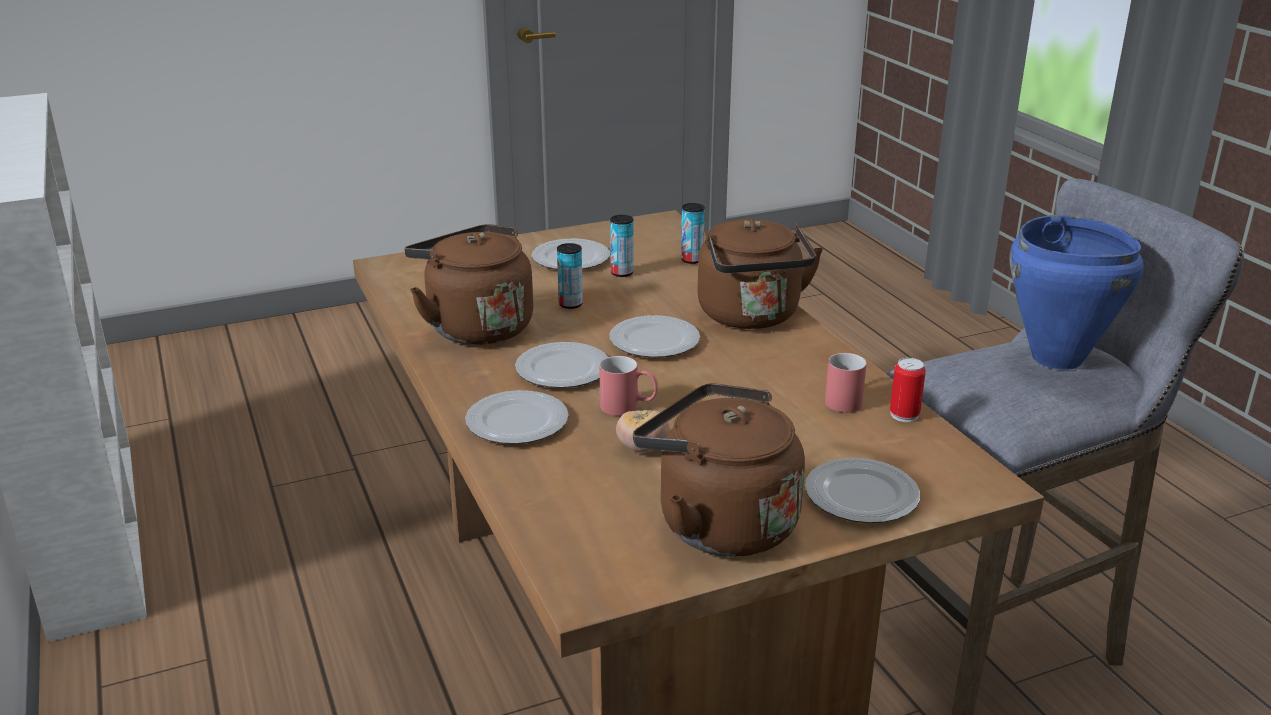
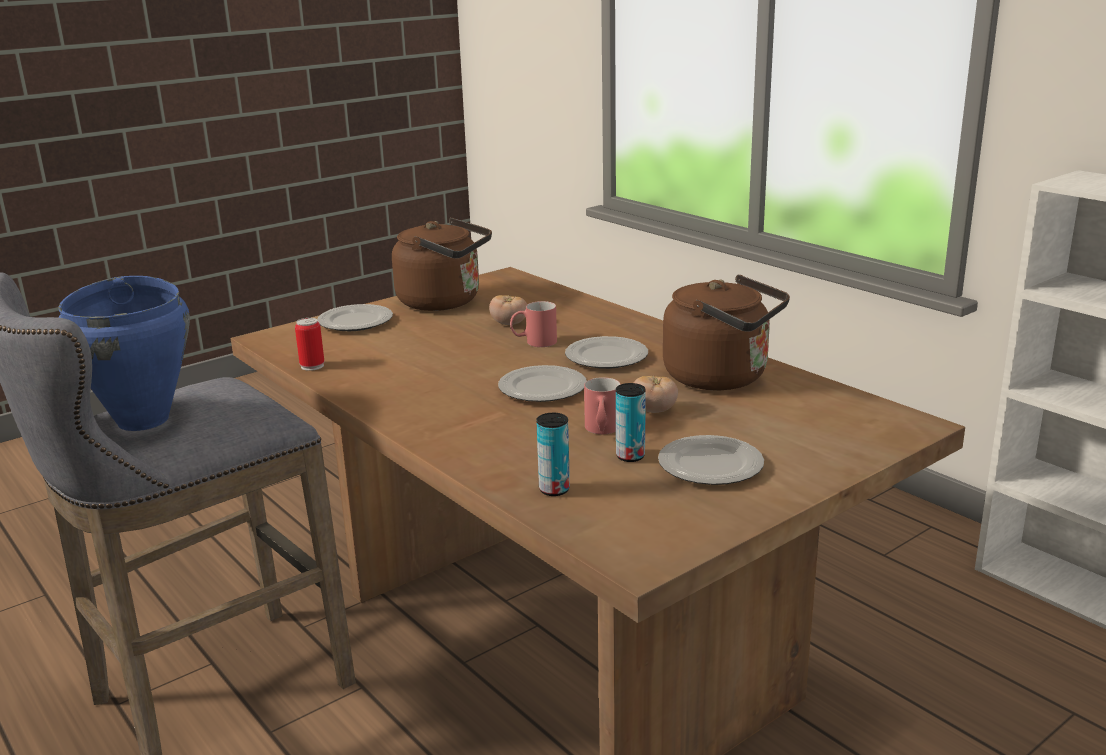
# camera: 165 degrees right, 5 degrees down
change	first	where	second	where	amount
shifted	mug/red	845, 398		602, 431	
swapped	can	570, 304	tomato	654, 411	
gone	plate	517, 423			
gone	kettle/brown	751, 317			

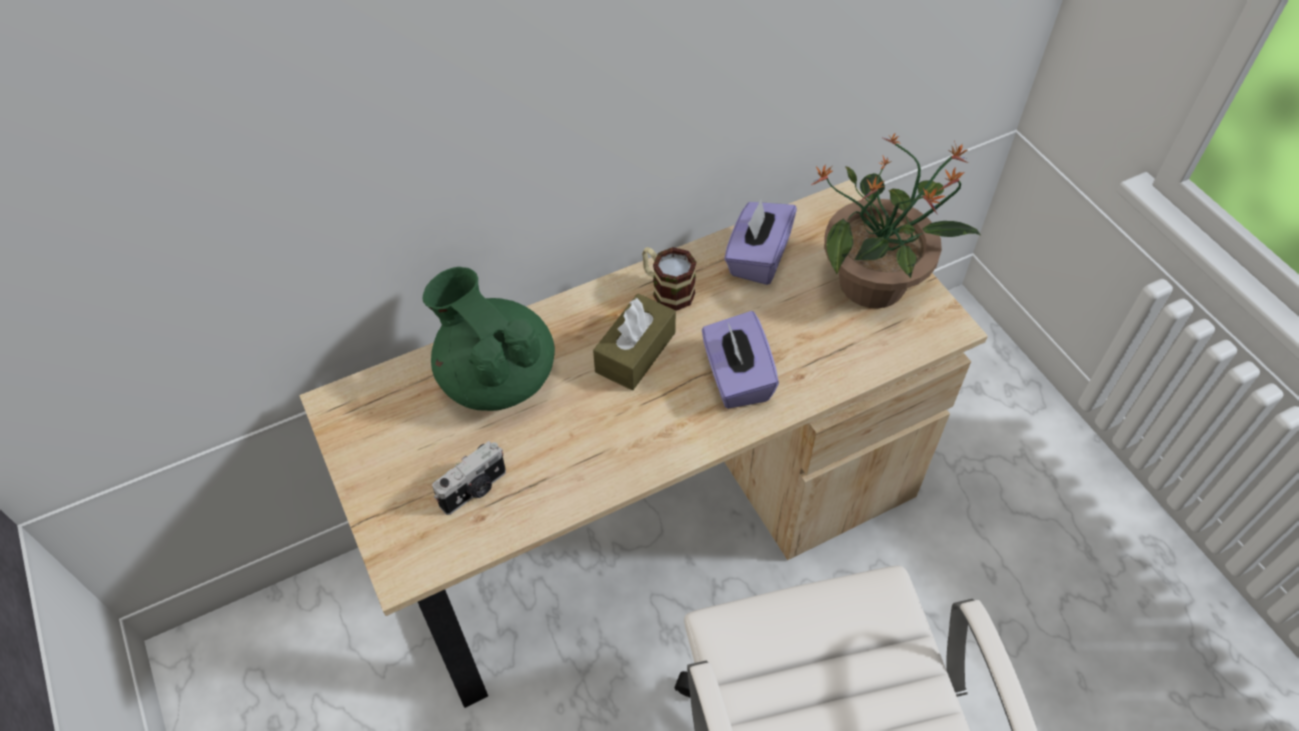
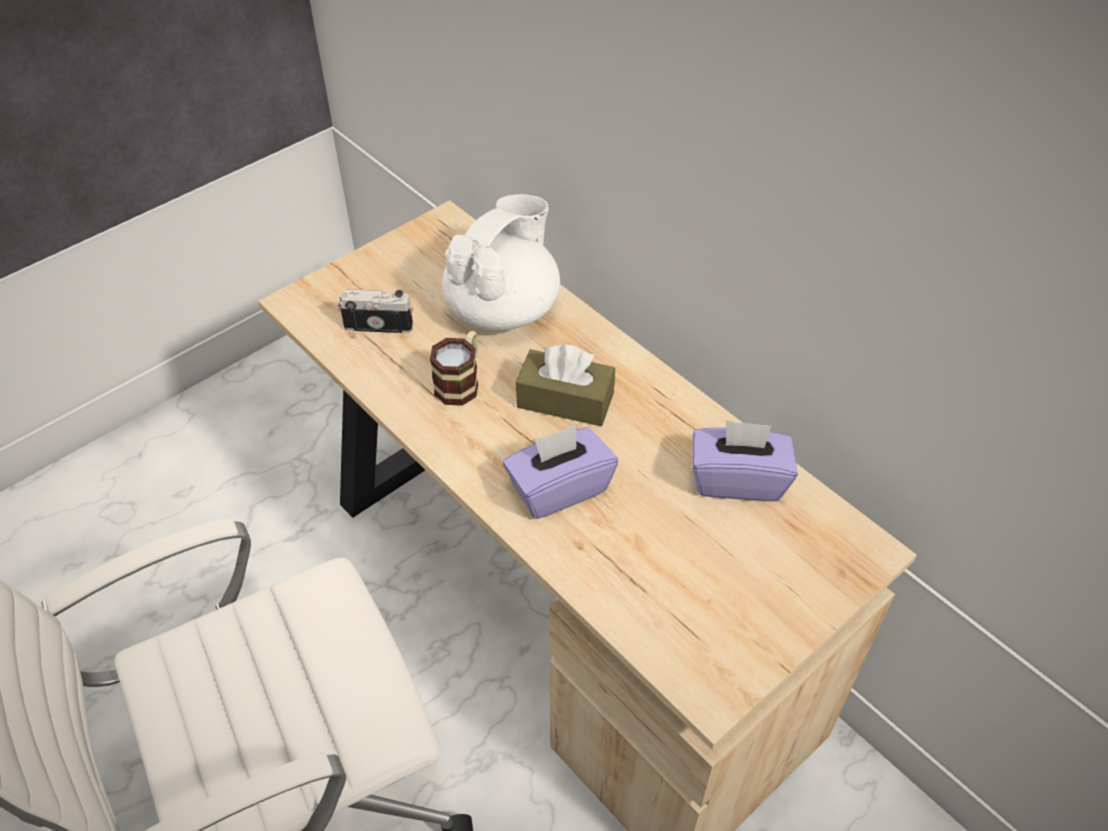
# camera: 75 degrees right, 5 degrees down
change	first	where	second	where	amount
rotated	photo camera	475, 490		379, 324	150 degrees clockwise
shifted	mug	666, 289		461, 382	
repainted	teapot/green	496, 376	teapot/white	504, 308	
gone	potted plant	875, 283			

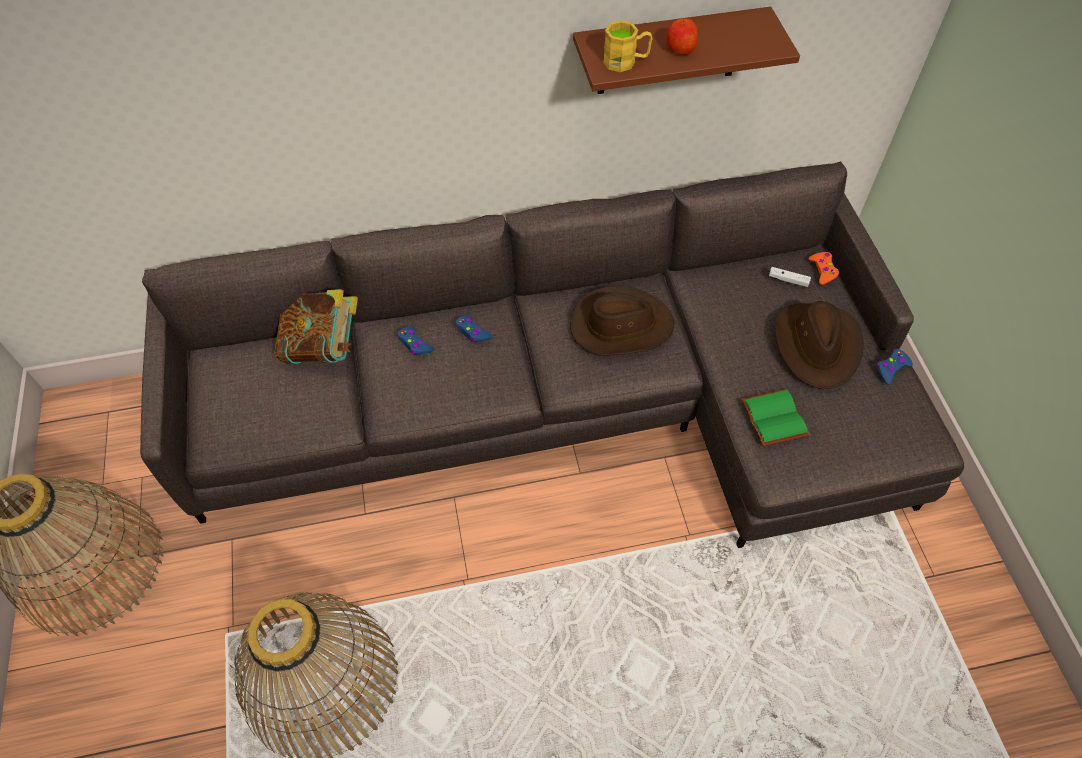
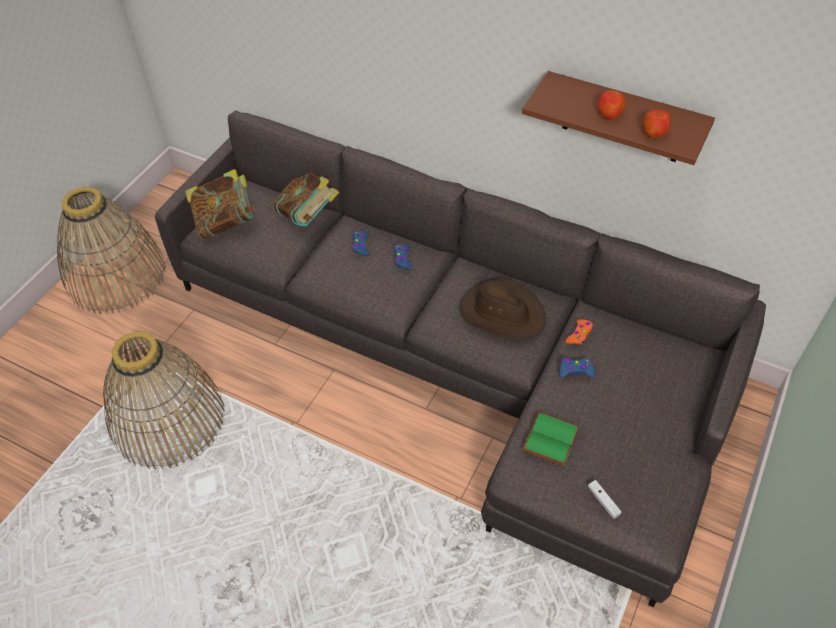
# camera: 40 degrees right, 5 degrees down
change	first	where	second	where	amount
new			book	226, 222	
shifted	game controller/blue	891, 368		575, 370	
shifted	game controller/orange	823, 270		579, 335	
shifted	game controller/white	788, 280		603, 501	
new			apple	653, 133	
gone	mug/yellow	626, 61			
gone	hat/brown	816, 345			

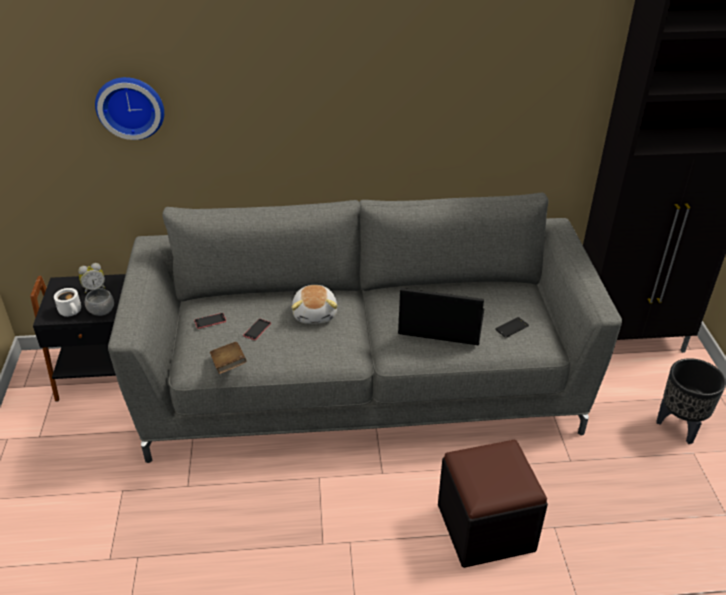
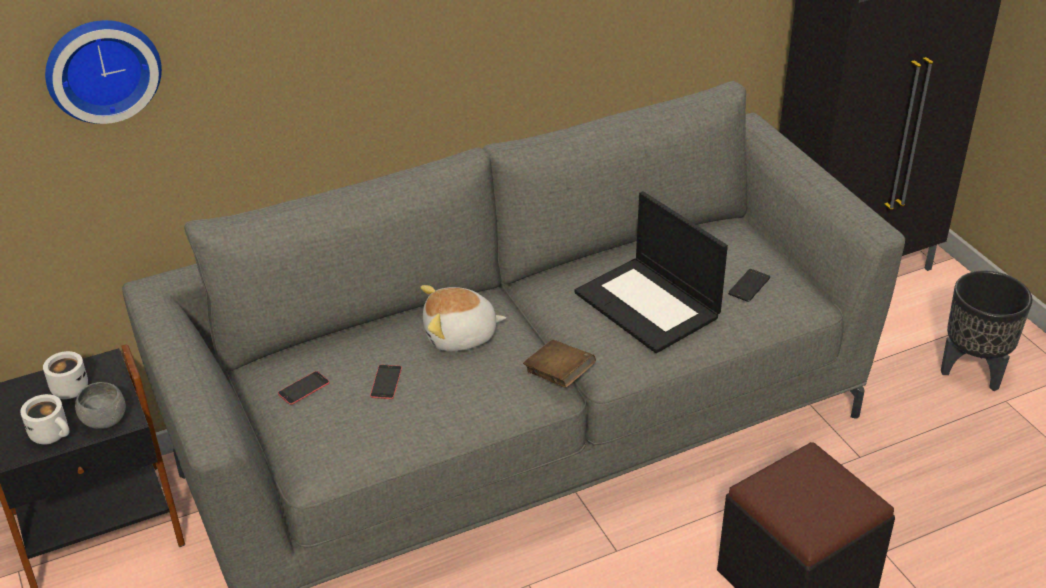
# camera: 20 degrees left, 0 degrees up
change	first	where	second	where	amount
swapped	alarm clock	94, 288	mug/white	68, 387	
rotated	plush toy	315, 314		460, 336	105 degrees clockwise
shifted	book/brown	229, 365		559, 376	
rotated	laptop	440, 323		649, 305	120 degrees counterclockwise

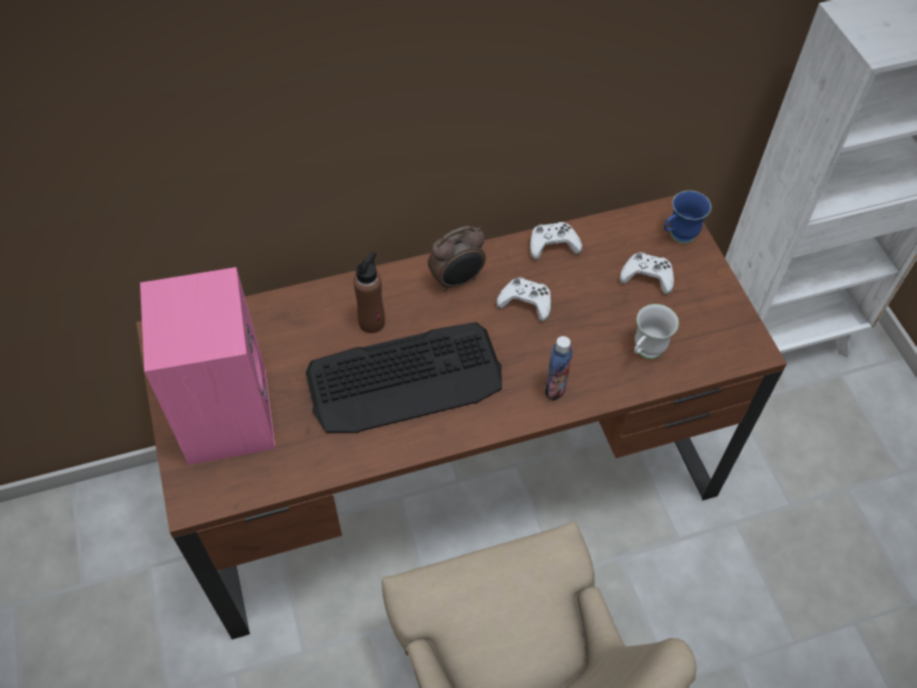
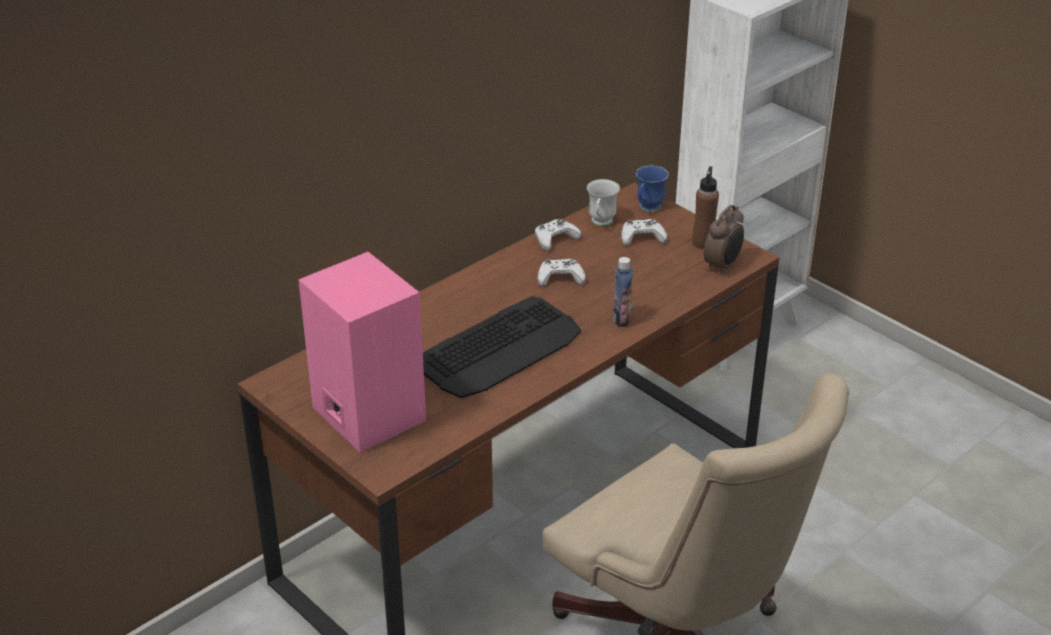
# camera: 25 degrees left, 20 degrees down
change	first	where	second	where	amount
shifted	mug/white	645, 353		600, 223	
shifted	bottle/brown	372, 322		703, 243	
shifted	alarm clock	457, 281		723, 266	

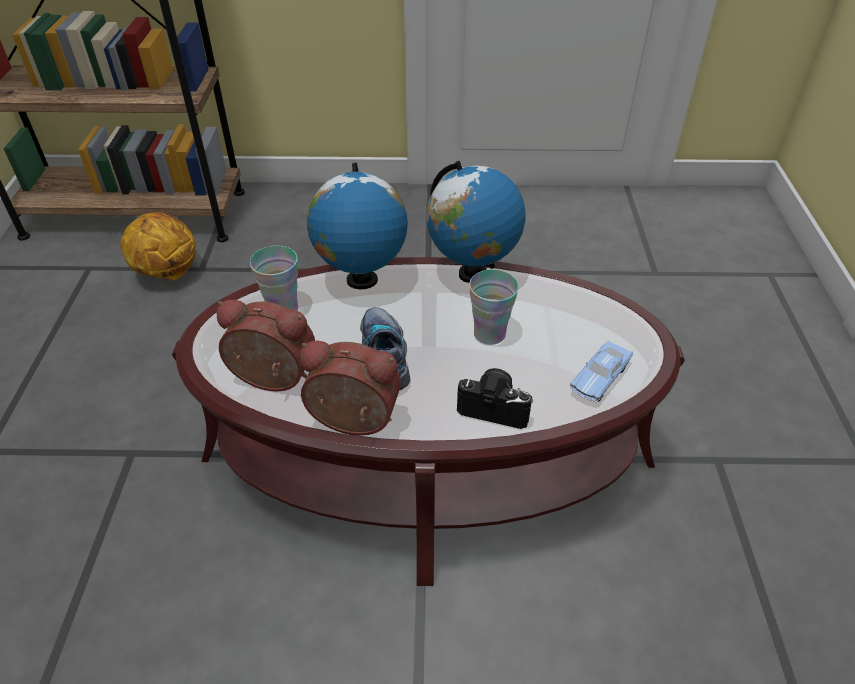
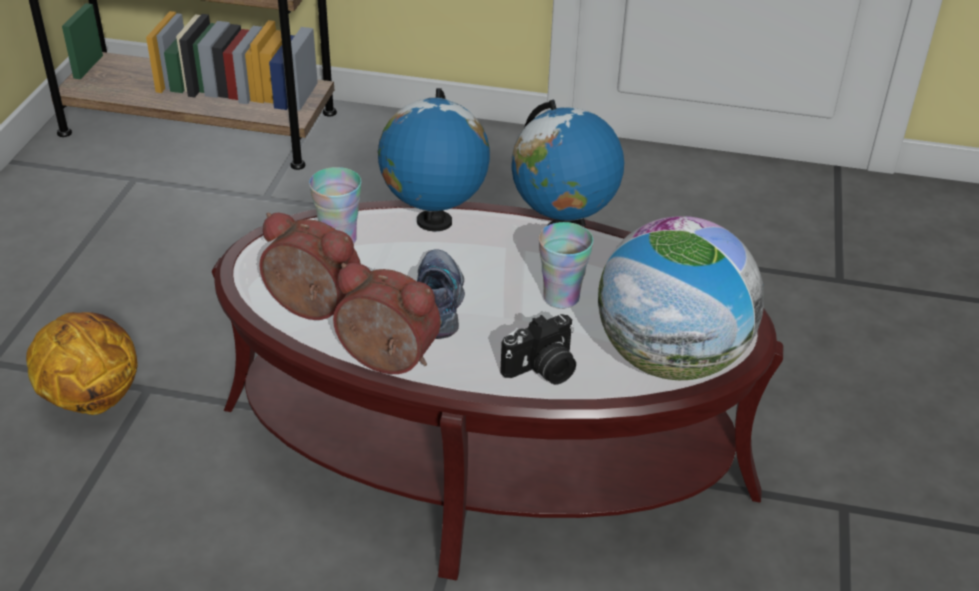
# camera: 10 degrees right, 5 degrees down
change	first	where	second	where	amount
shifted	basketball	167, 273		92, 398	
rotated	photo camera	495, 407		542, 370	120 degrees clockwise
swapped	toy car/blue	600, 378	globe	670, 358	

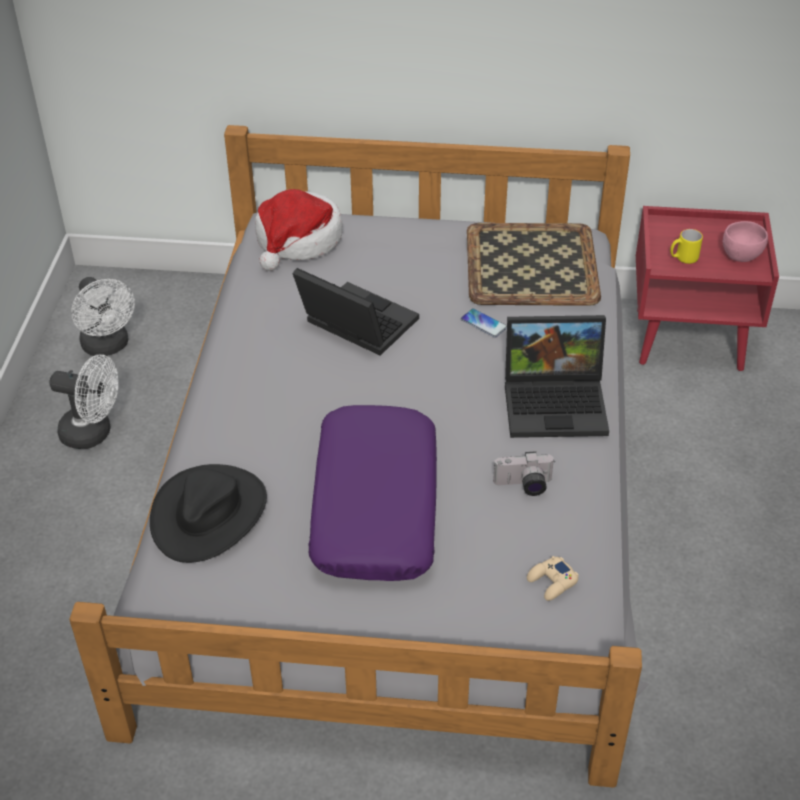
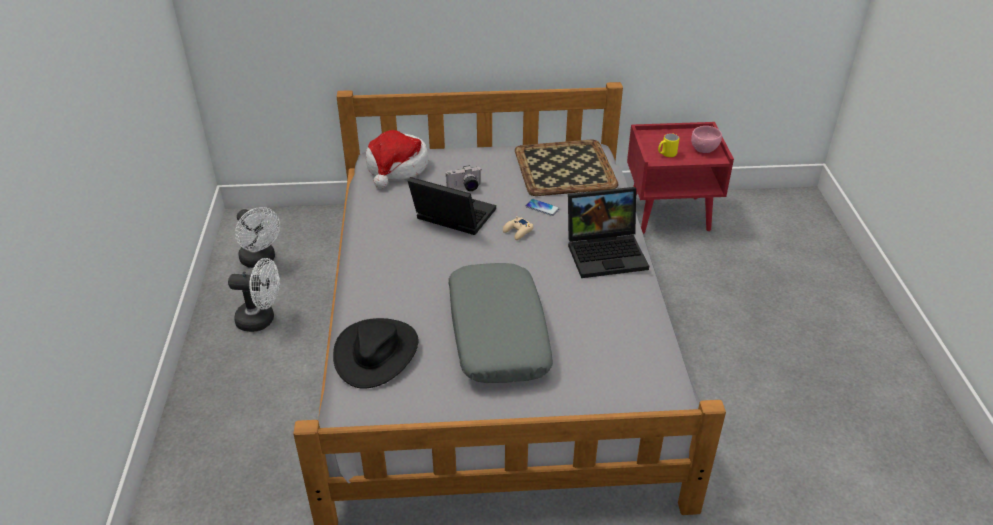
# camera: 10 degrees left, 5 degrees down
change	first	where	second	where	amount
shifted	photo camera	524, 486		465, 188	
repainted	pillow/purple	374, 506	pillow/grey	496, 333	
shifted	game controller/beige	552, 582		518, 231	

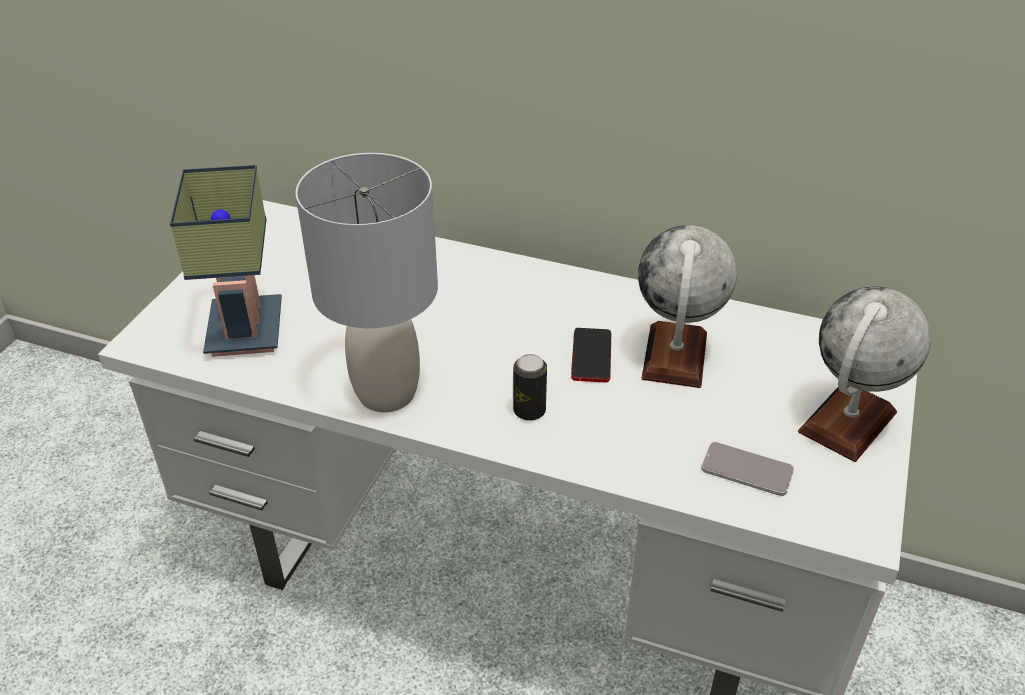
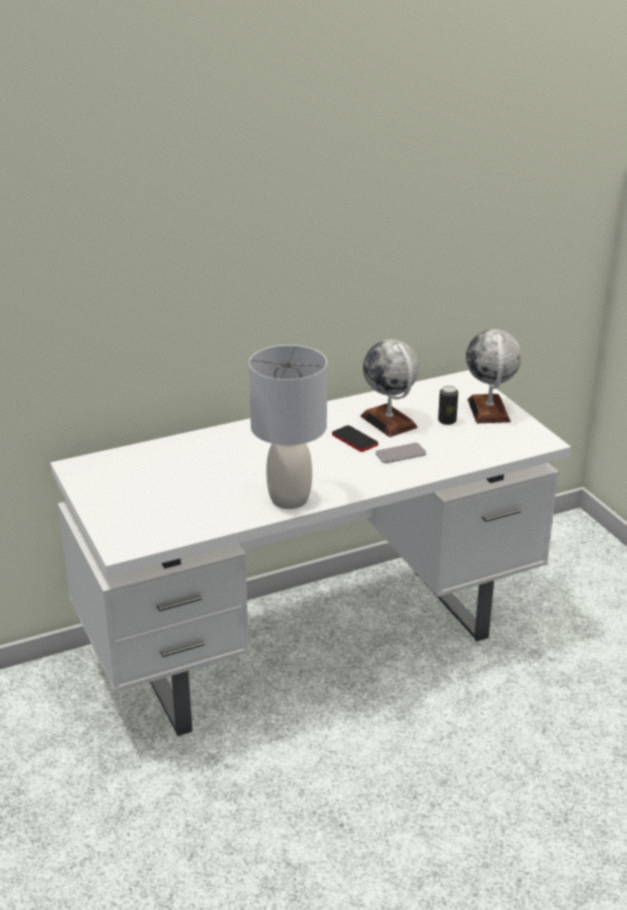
# camera: 45 degrees left, 10 degrees down
change	first	where	second	where	amount
shifted	phone	747, 470		400, 454	
shifted	can	529, 411		447, 421	
gone	table lamp	249, 333			

